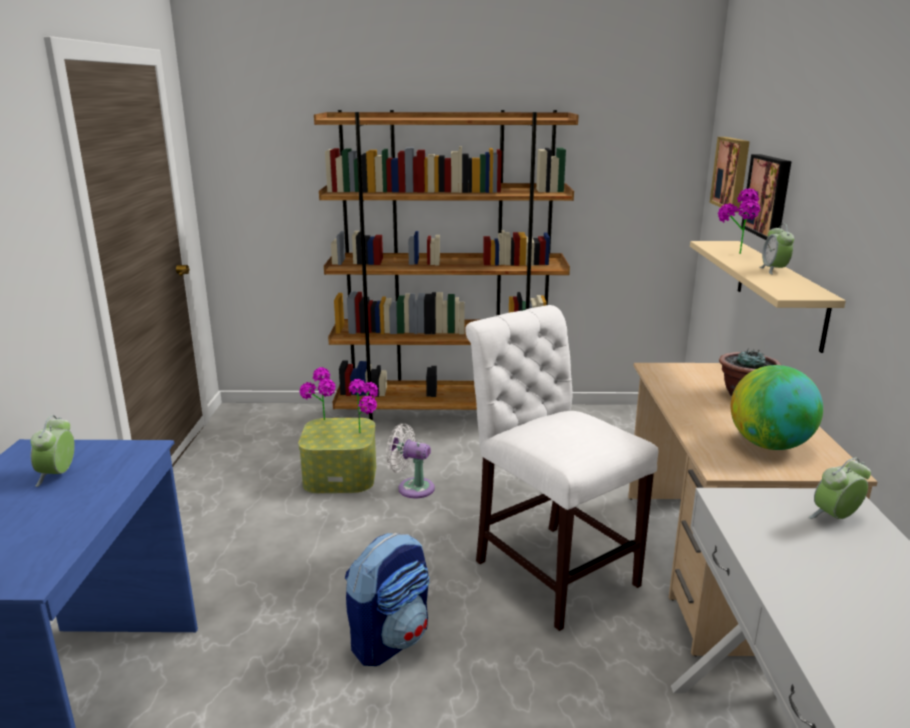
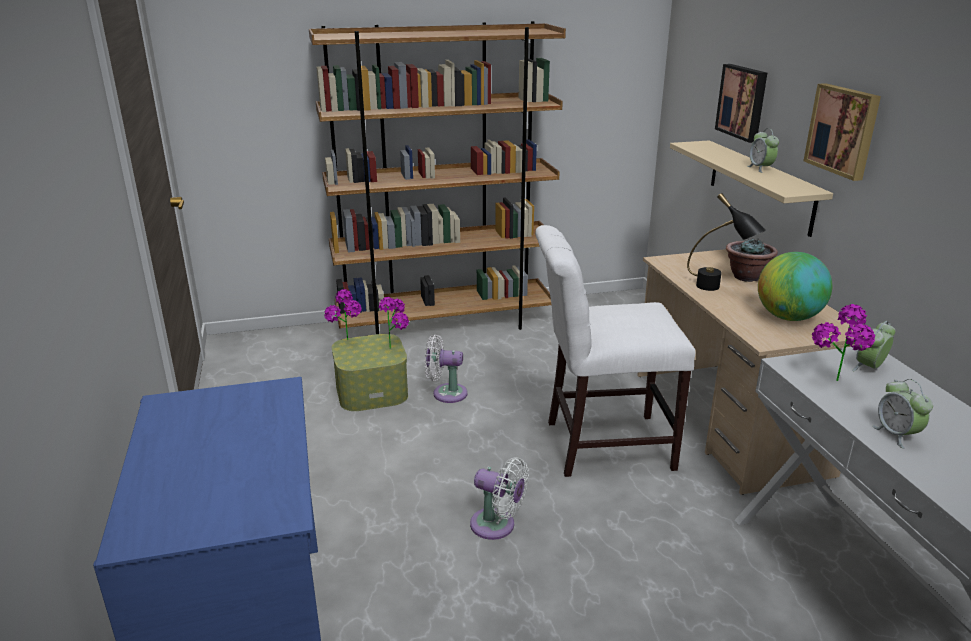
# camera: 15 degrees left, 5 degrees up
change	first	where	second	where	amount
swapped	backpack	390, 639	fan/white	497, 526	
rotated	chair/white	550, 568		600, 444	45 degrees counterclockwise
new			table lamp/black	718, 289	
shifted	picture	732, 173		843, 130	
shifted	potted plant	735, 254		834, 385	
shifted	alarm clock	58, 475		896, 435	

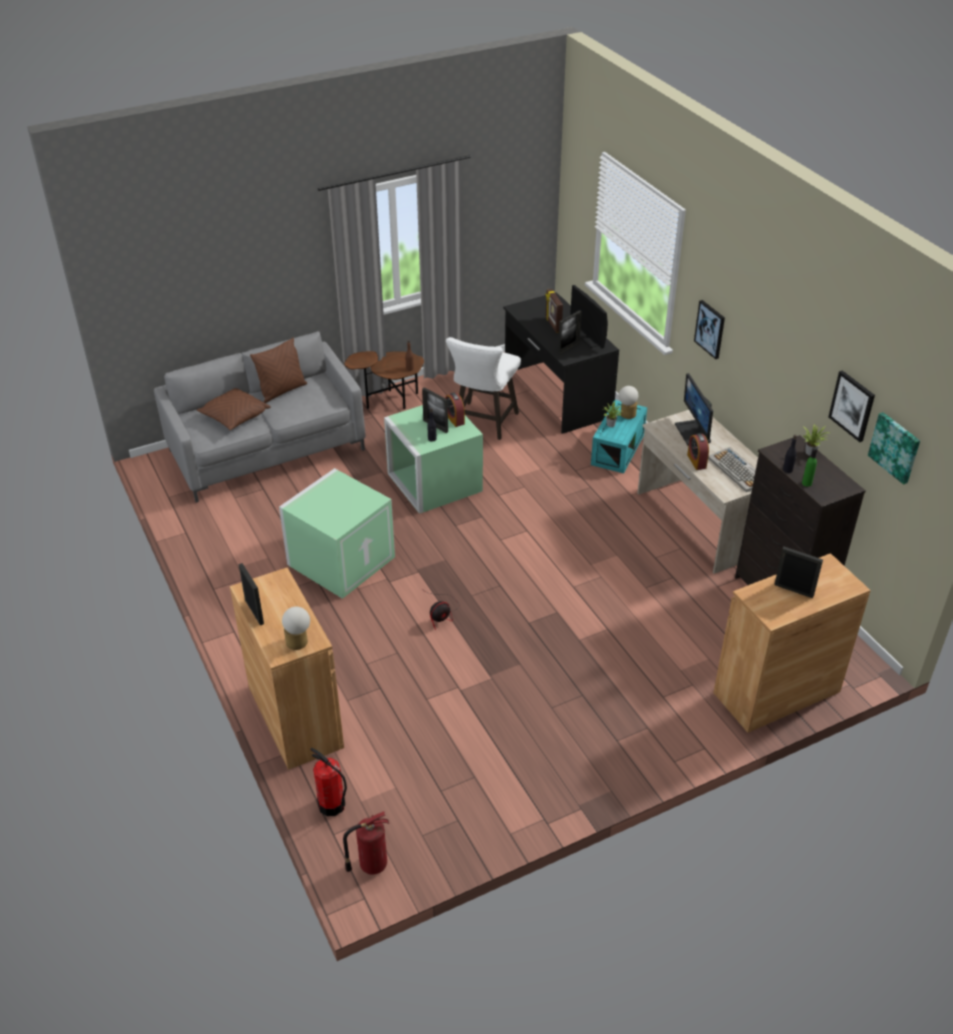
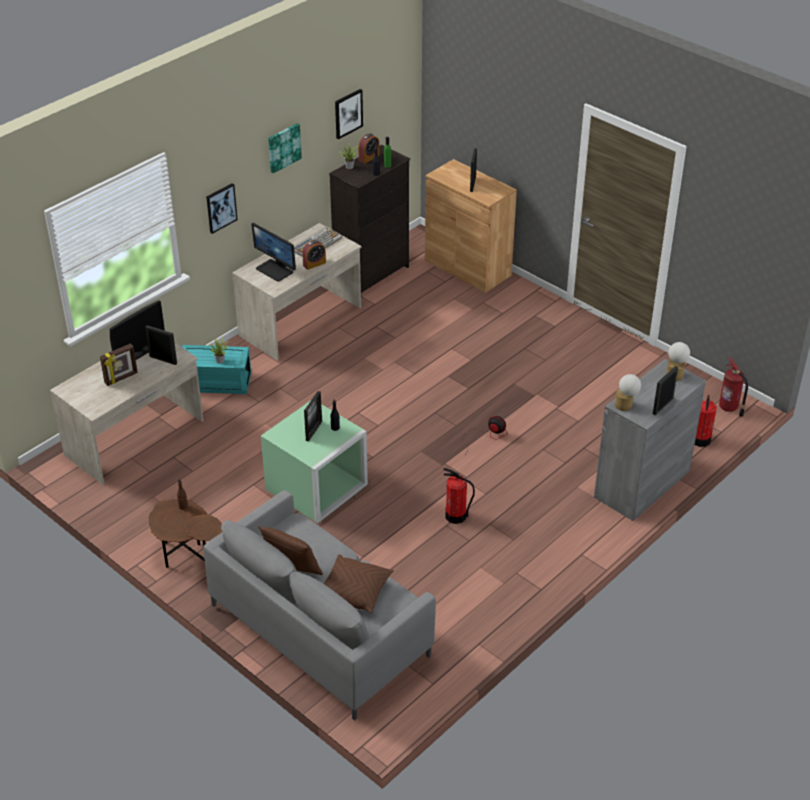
# camera: 110 degrees left, 0 degrees up
change	first	where	second	where	amount
repainted	desk/black	556, 394	desk/beige	135, 438	
rotated	monitor	693, 433		275, 270	75 degrees clockwise
shifted	picture	895, 447		283, 147	
shifted	alarm clock	454, 419		369, 158	
swapped	storage box/green	341, 559	fire extinguisher	456, 516	
repainted	cabinet/brown	295, 717	cabinet/grey	642, 484	
shifted	table lamp	626, 415		626, 406	
gone	stool/white	483, 424			

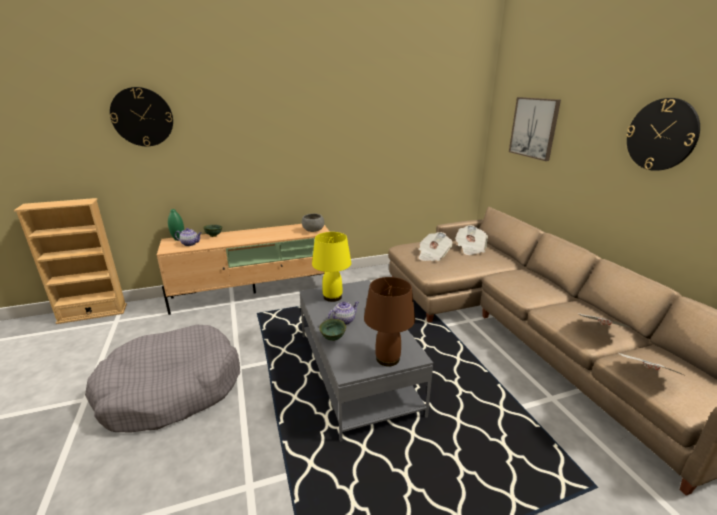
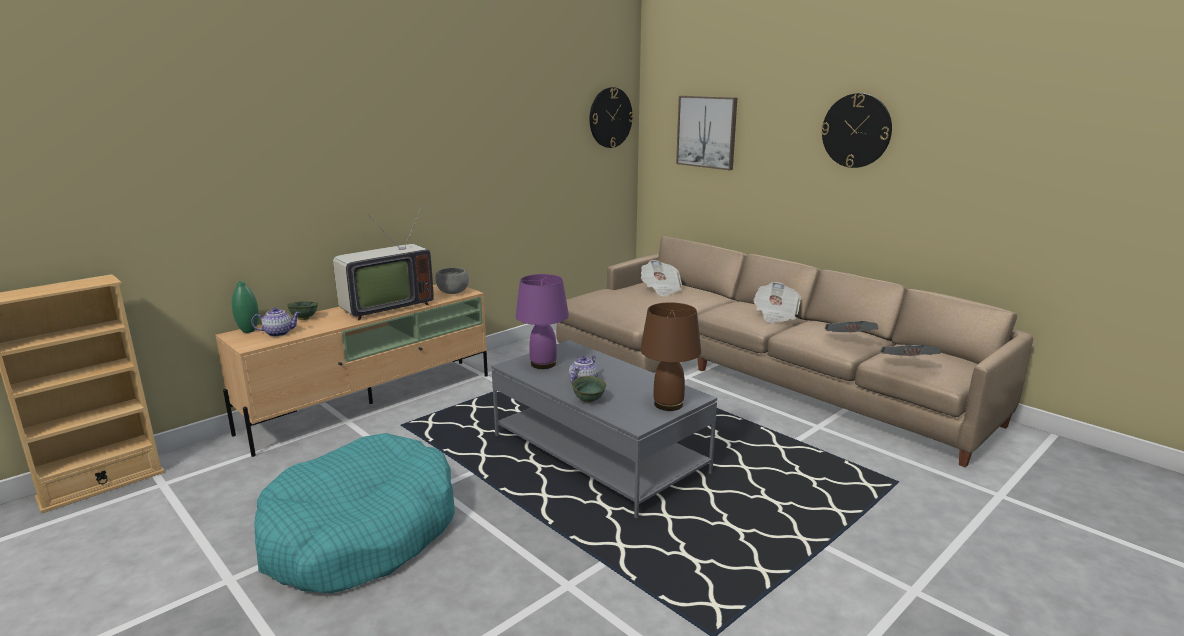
# camera: 25 degrees left, 5 degrees down
change	first	where	second	where	amount
repainted	dog bed/grey	171, 389	dog bed/turquoise	360, 533	
new			television	384, 307	
repainted	table lamp/yellow	333, 297	table lamp/purple	543, 364	
shifted	wall clock	142, 117		610, 117	
shifted	newspaper	432, 255		775, 315	

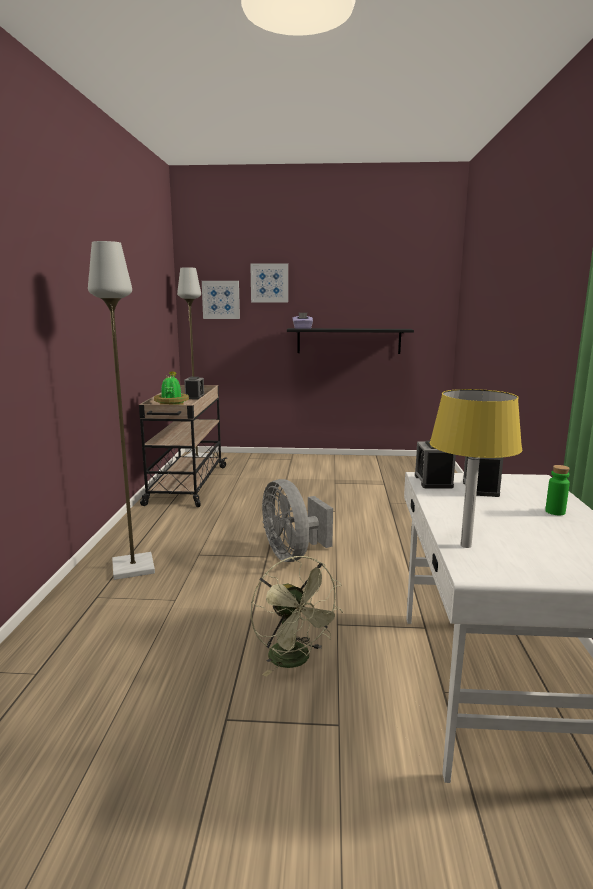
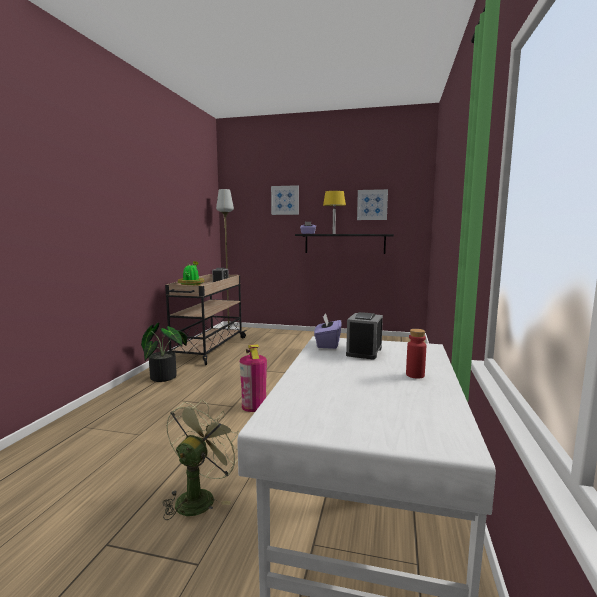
# camera: 10 degrees right, 5 degrees down
change	first	where	second	where	amount
new			potted plant	167, 377	
rotated	fan/green	295, 660		199, 497	135 degrees counterclockwise
swapped	fan/grey	293, 554	fire extinguisher	254, 406	
swapped	alarm clock	433, 481	tissue box/purple	327, 344	
shifted	table lamp/yellow	466, 545		334, 233	
shifted	picture	221, 300		372, 205	
repainted	bottle/green	555, 512	bottle/red	415, 375	
gone	floor lamp/grey	134, 567			

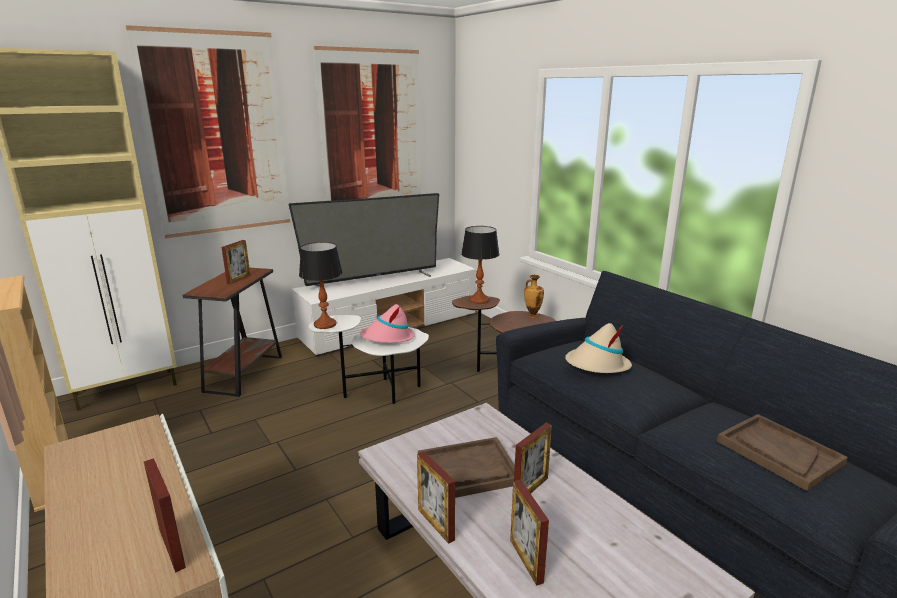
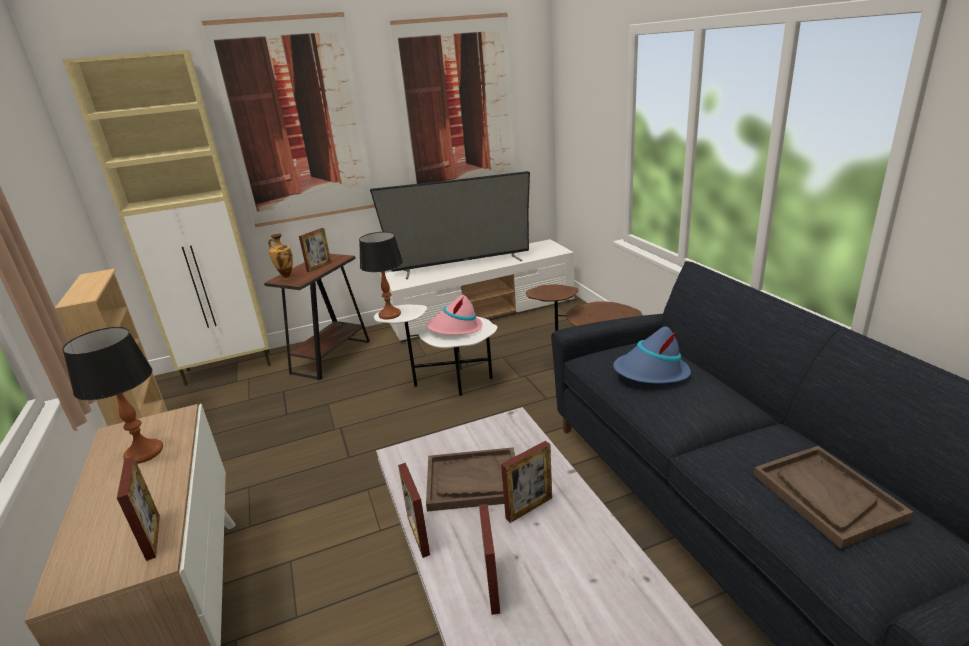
# camera: 15 degrees right, 5 degrees up
change	first	where	second	where	amount
shifted	table lamp	479, 300		143, 452	
shifted	vase	532, 315		286, 278	
repainted	hat/beige	597, 365	hat/blue	651, 373	

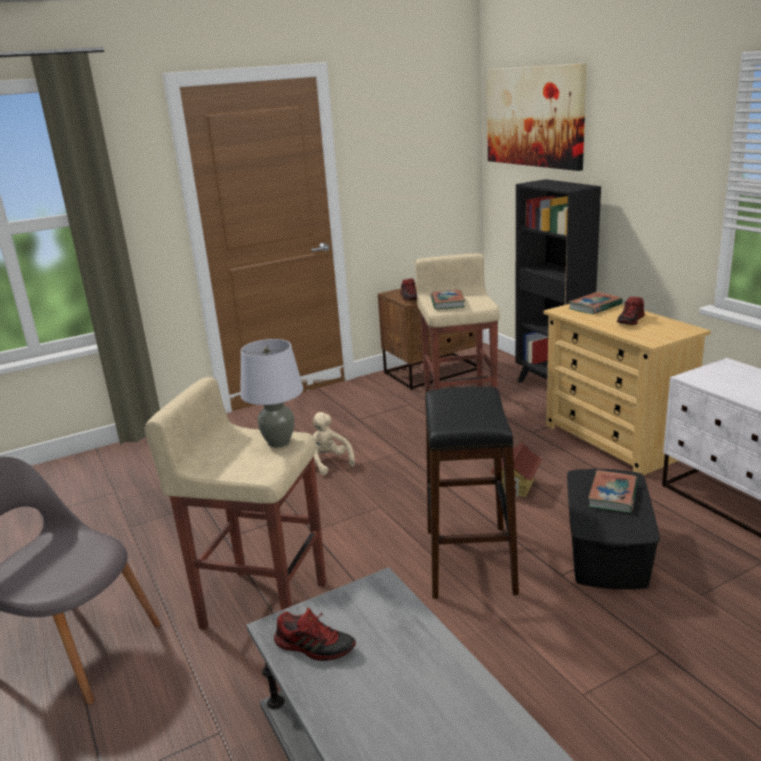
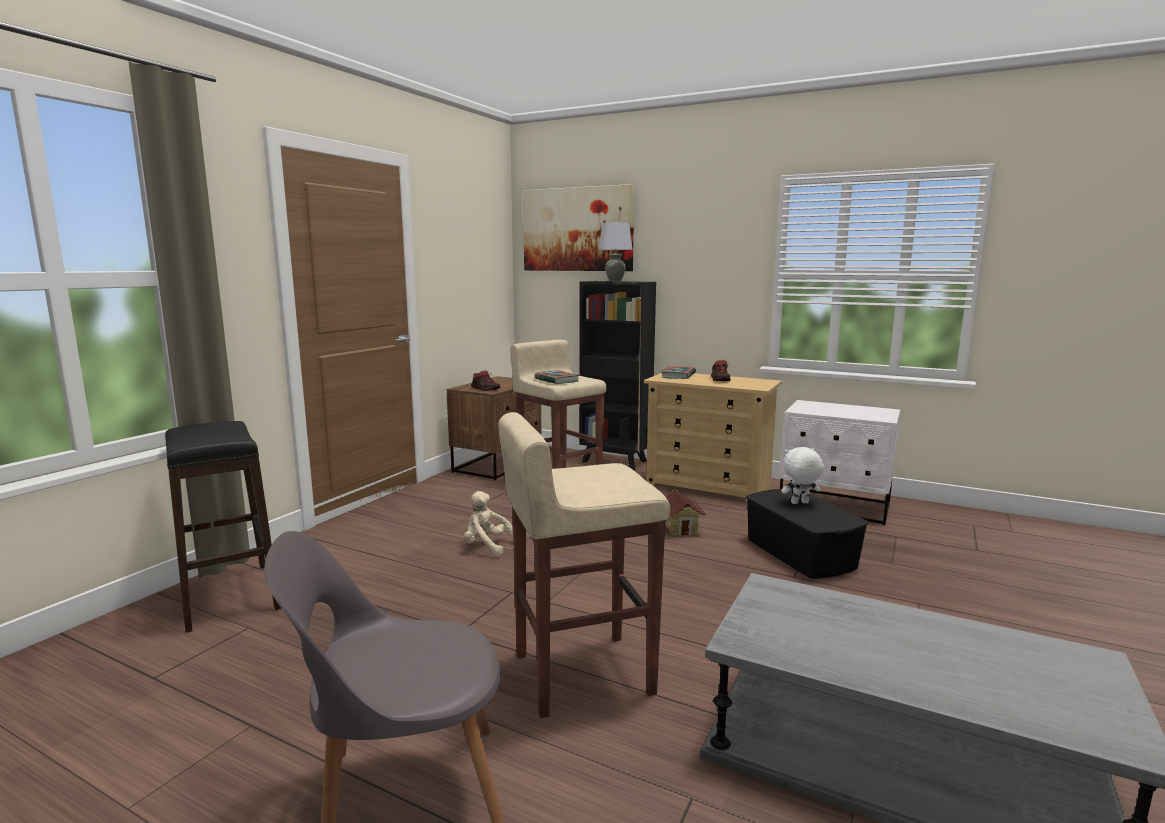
# camera: 35 degrees left, 10 degrees down
change	first	where	second	where	amount
shifted	stool/black	470, 561		229, 596	
shifted	table lamp/grey	278, 442		614, 281	
swapped	book	613, 495	plush toy/white	799, 503	
gone	shoe	315, 646			

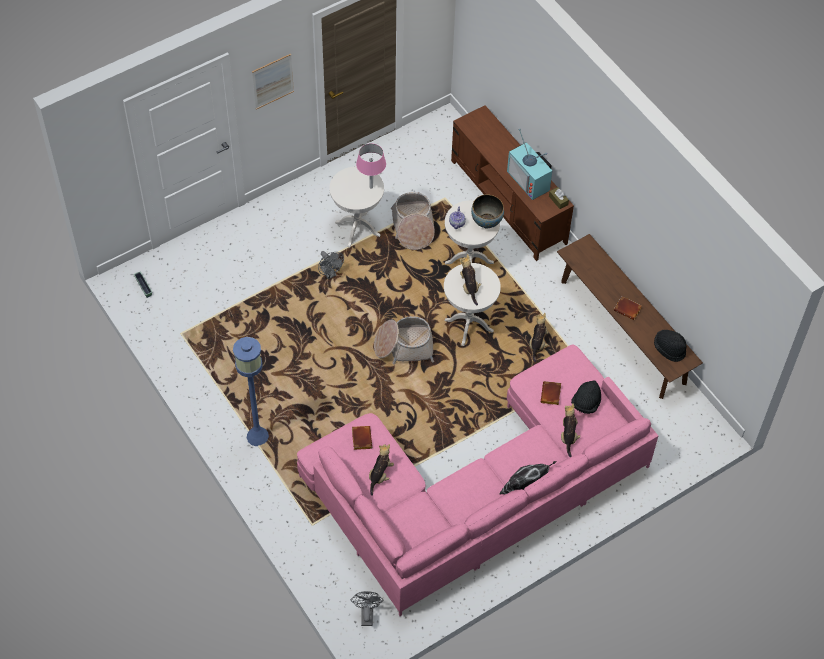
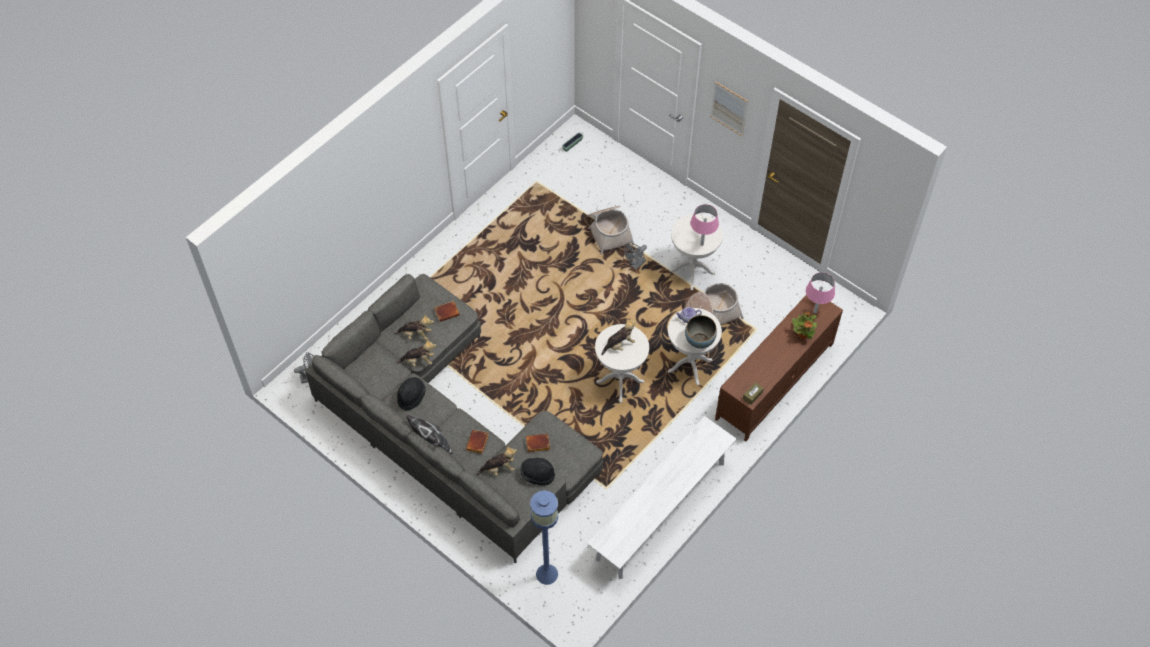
# camera: 75 degrees right, 0 degrees up
change	first	where	second	where	amount
repainted	sofa/pink	478, 491	sofa/grey	449, 429	
shifted	plush toy	537, 343		419, 361	
shifted	hat/black	669, 349		411, 397	
shifted	book/brown	628, 309		478, 443	
shifted	floor lamp/blue	257, 436		546, 574	
shifted	basket	404, 346		609, 231	
repainted	bench/brown	622, 331	bench/white	661, 510	
new			potted plant	802, 334	
new			table lamp/pink	815, 312	
gone	television	530, 180			

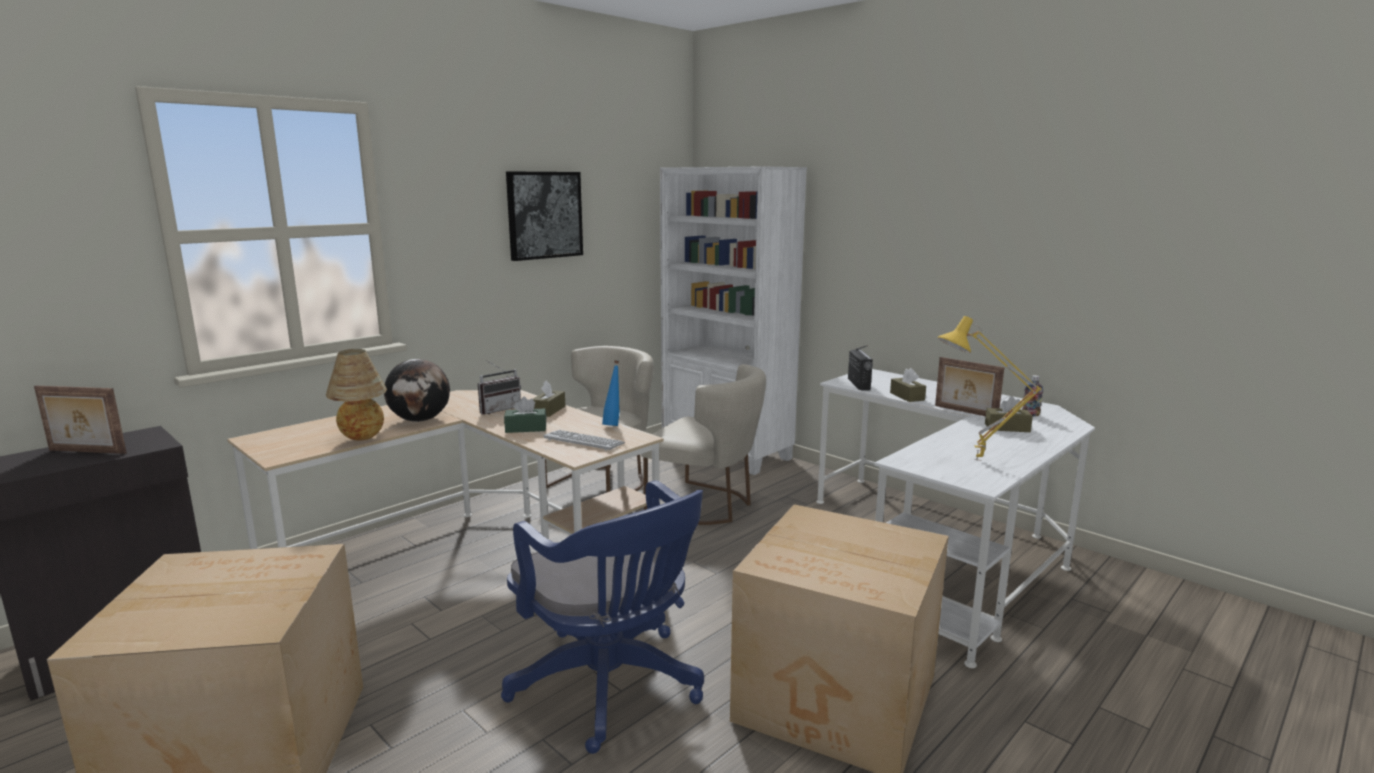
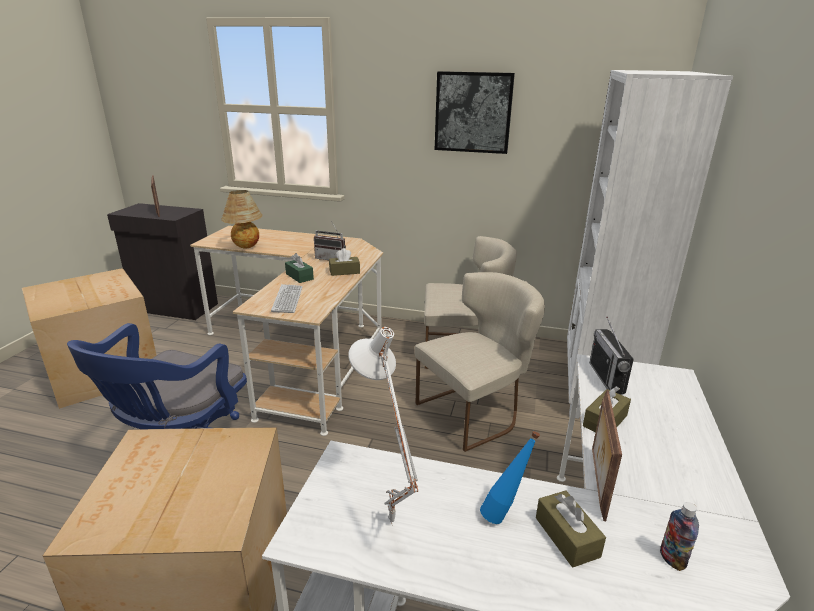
# camera: 60 degrees right, 10 degrees up
change	first	where	second	where	amount
repainted	table lamp/yellow	978, 461	table lamp/white	387, 523	
rotated	chair/beige	707, 505		475, 412	120 degrees counterclockwise
shifted	bottle/blue	613, 425		504, 514	
rotated	radio	858, 384		606, 378	120 degrees clockwise
gone	globe	420, 420			

